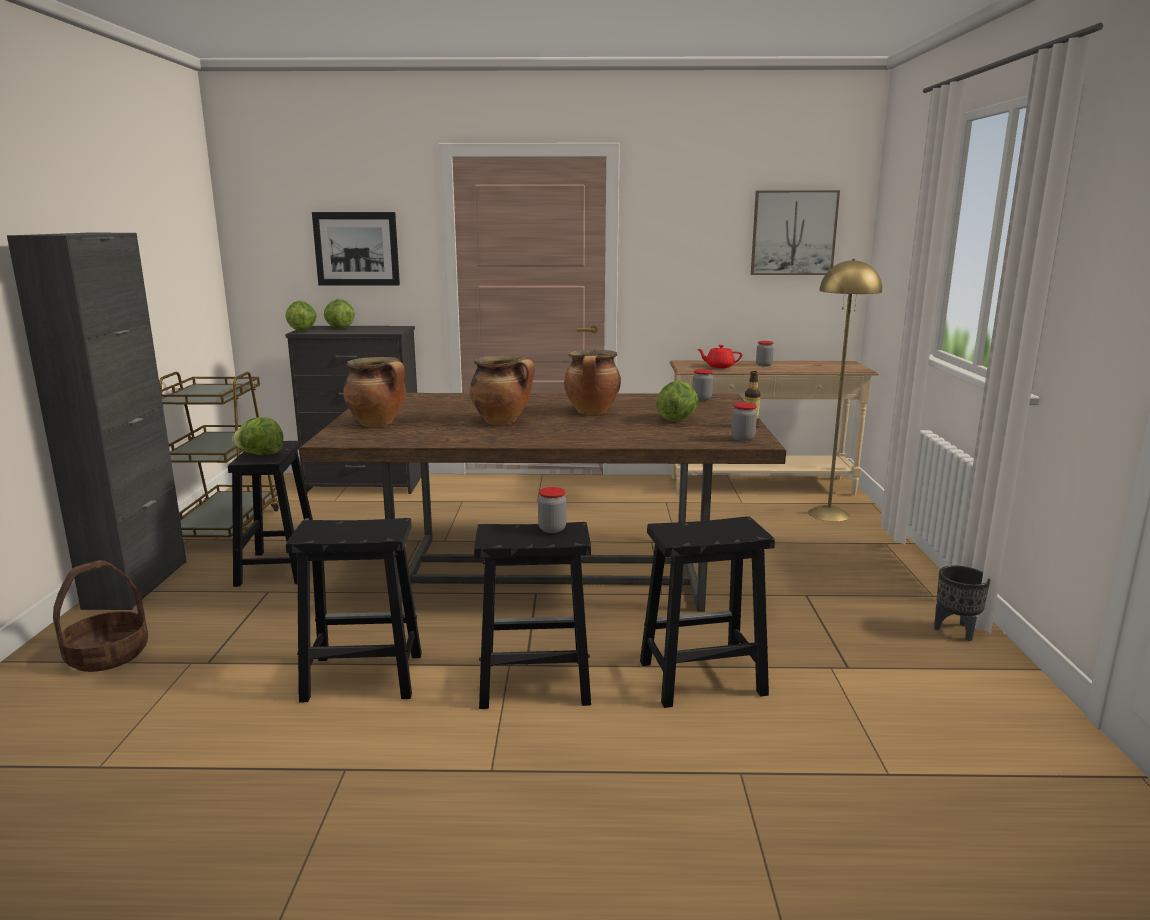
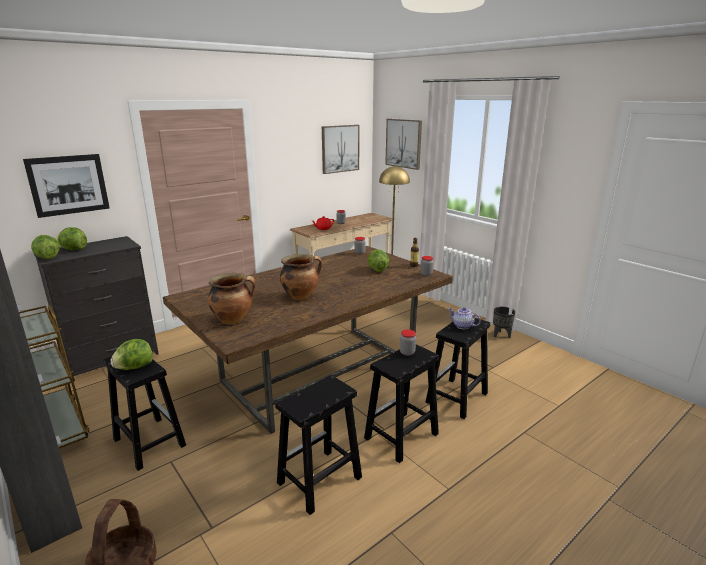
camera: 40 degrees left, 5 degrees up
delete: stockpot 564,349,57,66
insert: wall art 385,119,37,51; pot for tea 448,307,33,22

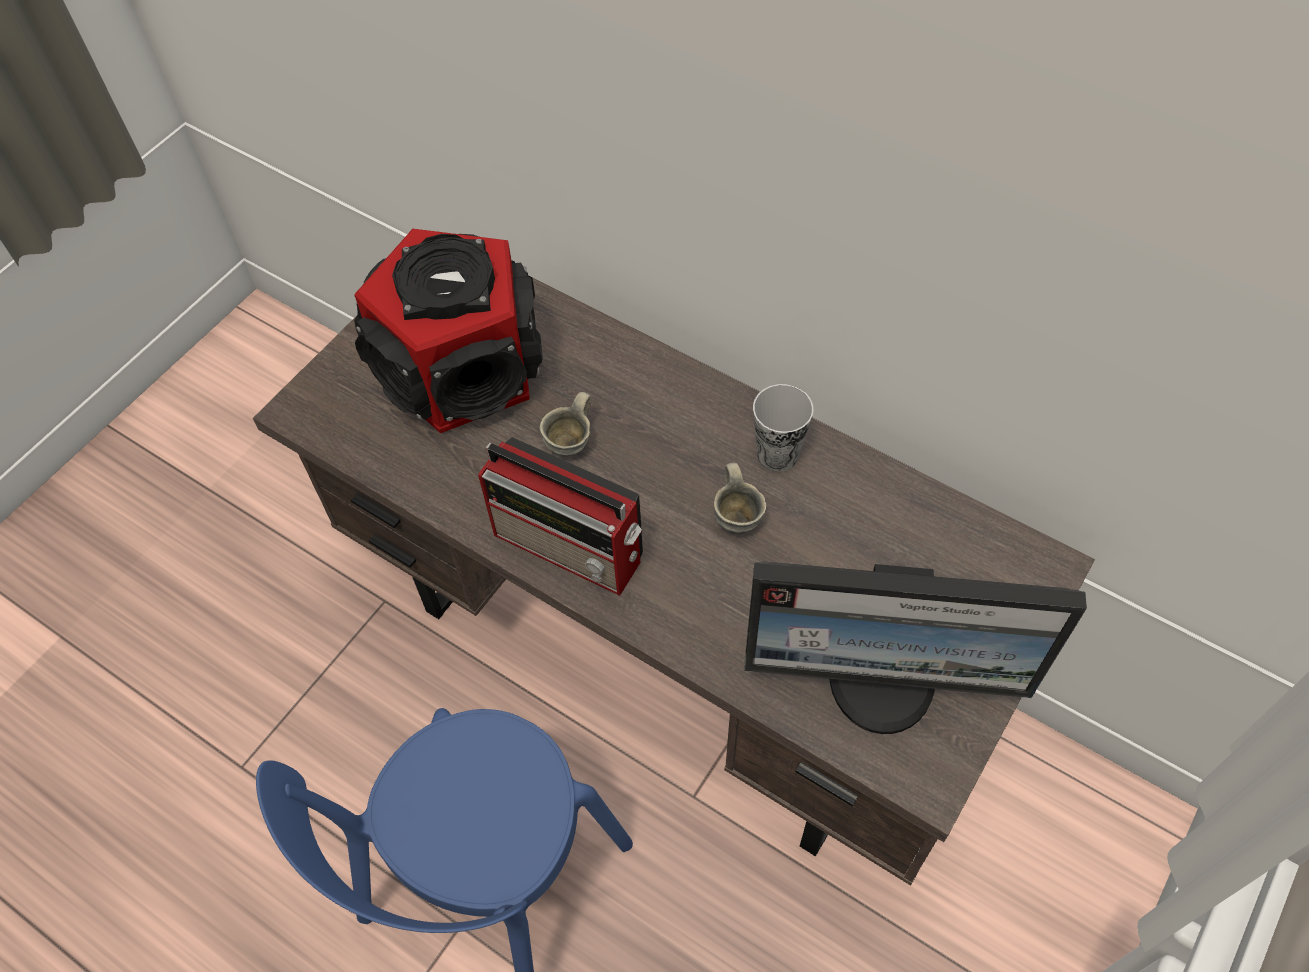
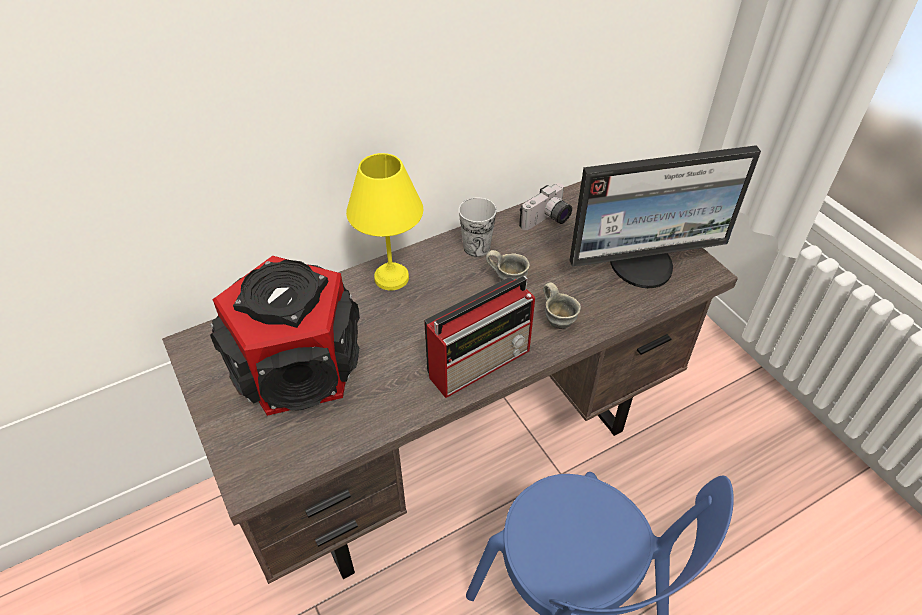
camera: 65 degrees left, 10 degrees down
insert: yellowish lamp for a table 346,153,77,138; photo camera 519,183,53,47
move: grey coffee mug 540,392,52,65 to 543,282,38,47
rotate: computer display 744,562,343,172 = 569,145,192,143 45 degrees clockwise

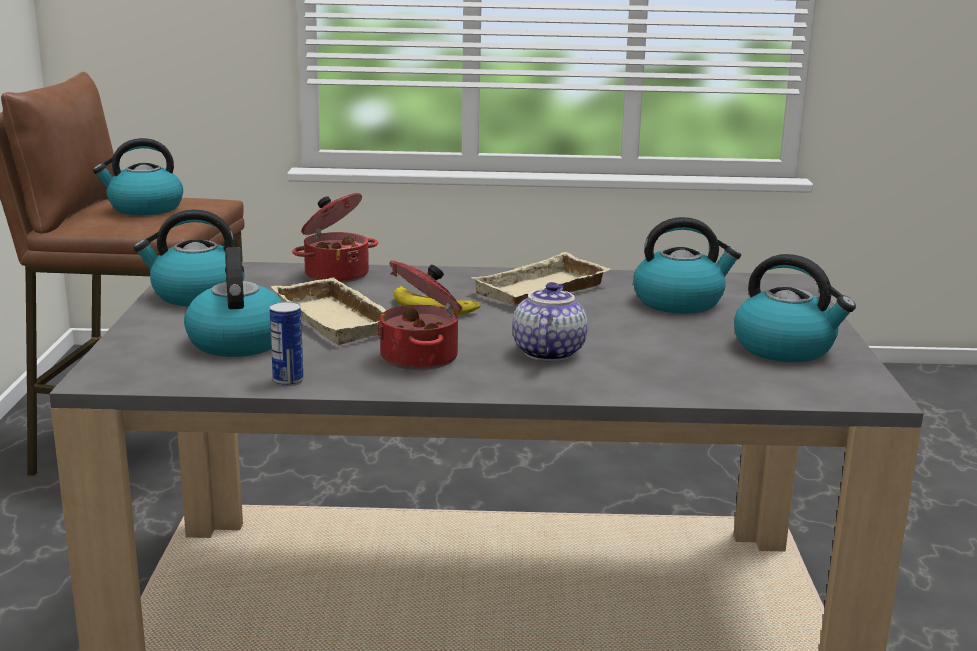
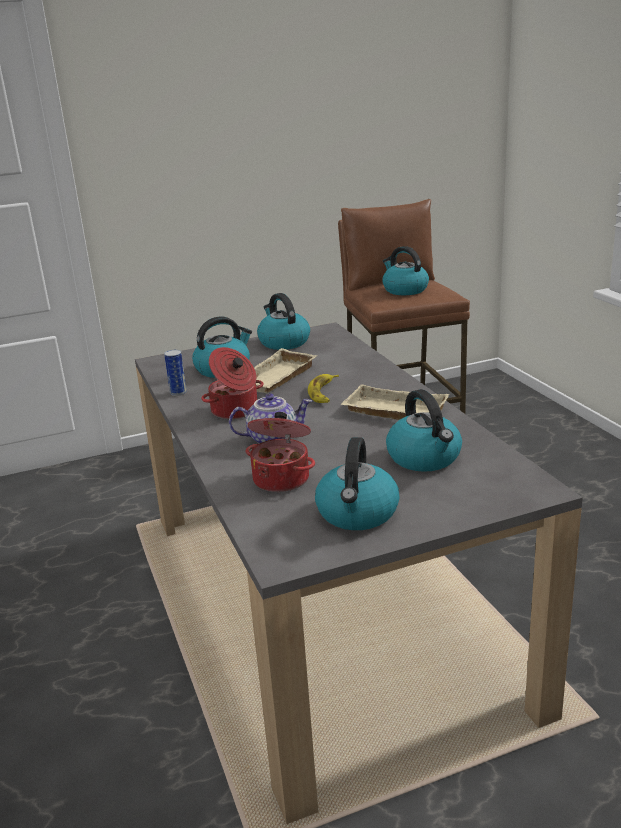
camera: 70 degrees right, 5 degrees up
move: stockpot 292,193,86,90 to 245,412,70,80

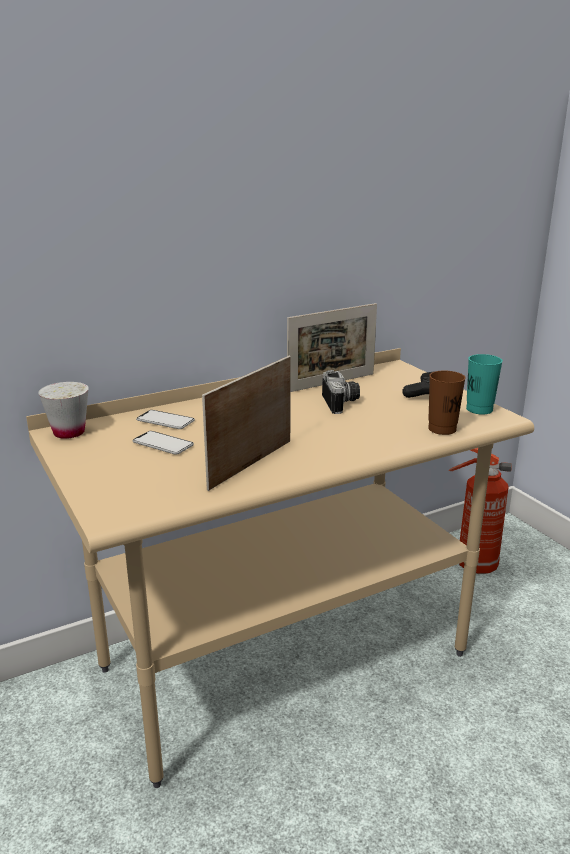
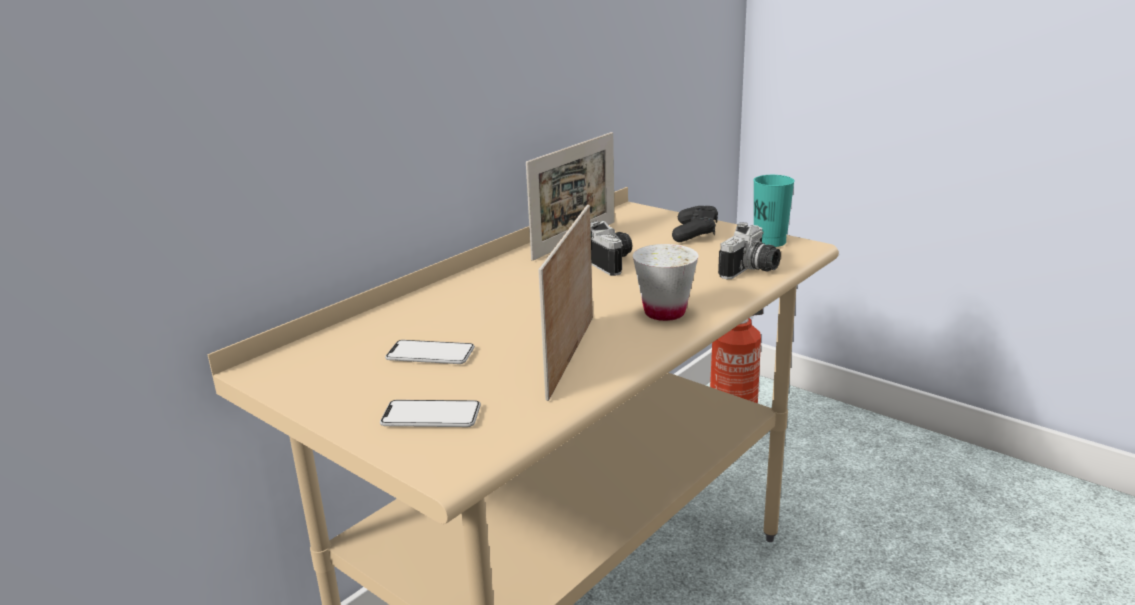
camera: 20 degrees left, 0 degrees up
move: handset 136,410,59,19 to 380,400,101,27; white-coloured small cup 38,382,51,57 to 633,244,65,77
replace: brownish small cup 428,370,38,65 to photo camera 718,222,63,57

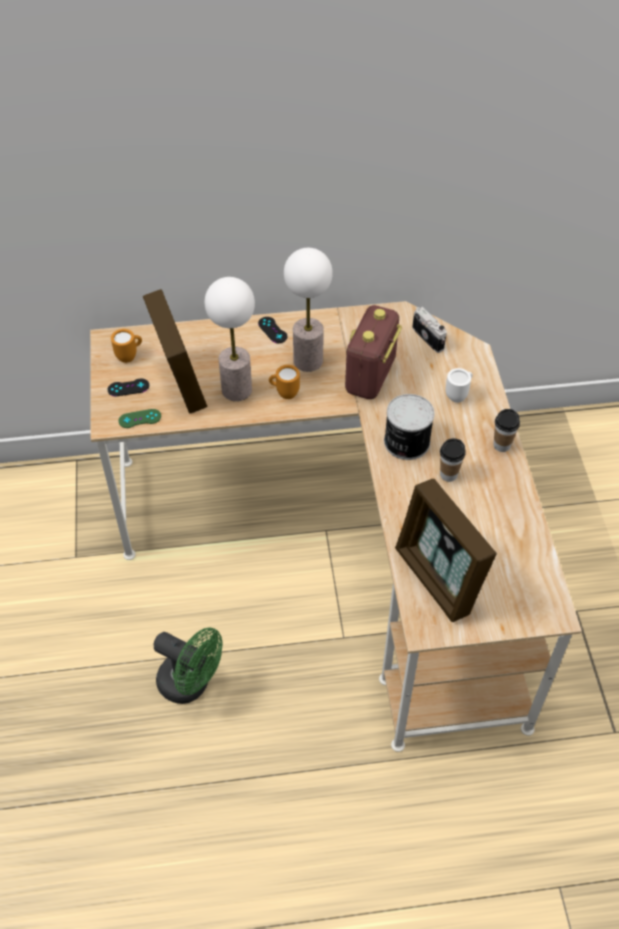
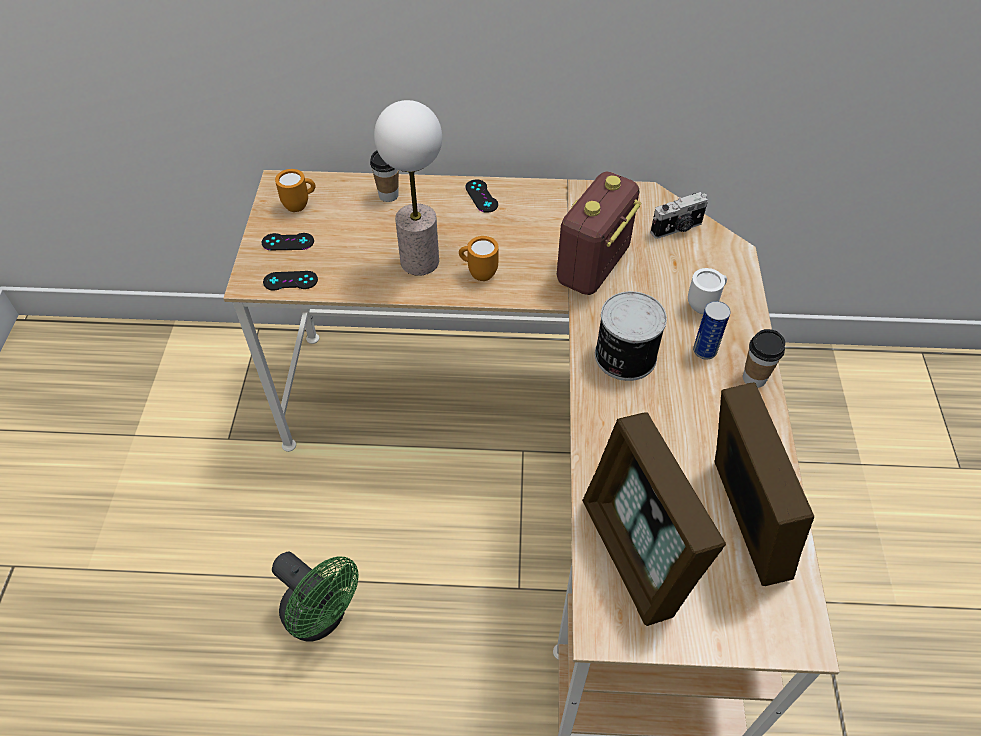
camera: 10 degrees right, 0 degrees up
delete: lamp for a table 284,248,49,124
insert: sealed can 693,301,38,59
move: small cup 440,438,26,44 to 370,151,29,51; photo frame 143,289,65,125 to 715,382,99,204
recolor: greenish game controller 119,409,42,19 to black-coloured game controller 263,271,55,20
rotate: photo camera 412,307,35,46 = 650,192,58,47 90 degrees clockwise

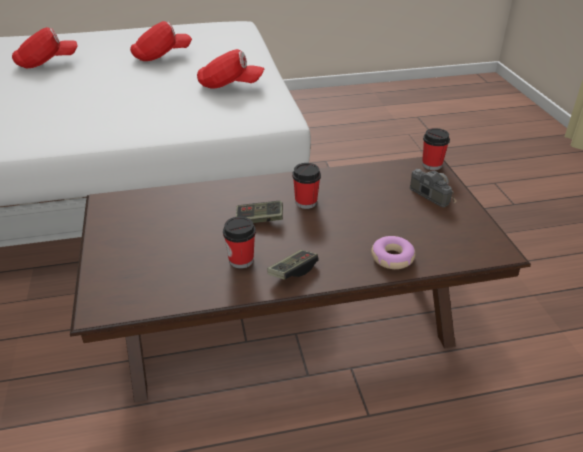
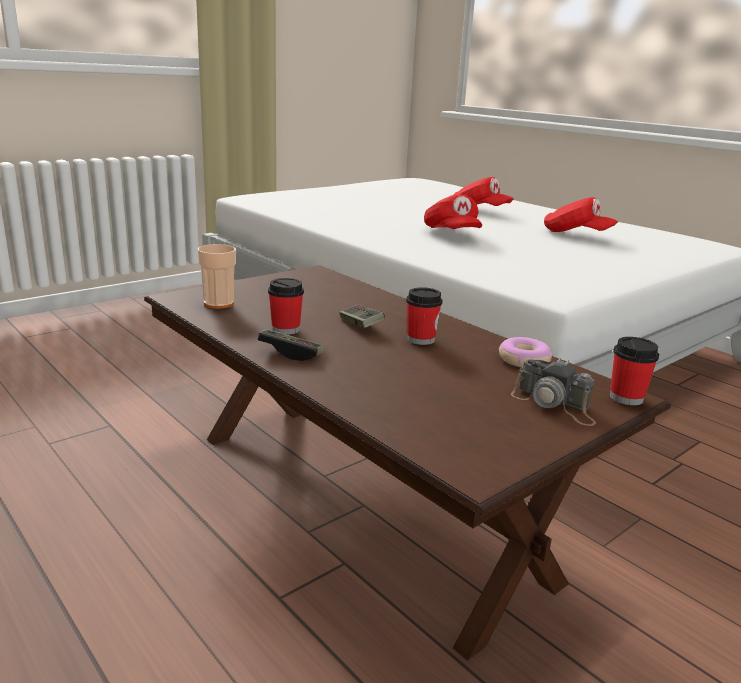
camera: 60 degrees right, 15 degrees down
insert: small cup 198,244,38,65
move: reddish baseball cap 197,49,68,40 to 424,195,58,34; doughnut 371,236,44,33 to 498,337,54,31
rotate: photo camera 409,169,48,38 = 511,358,85,68 105 degrees clockwise

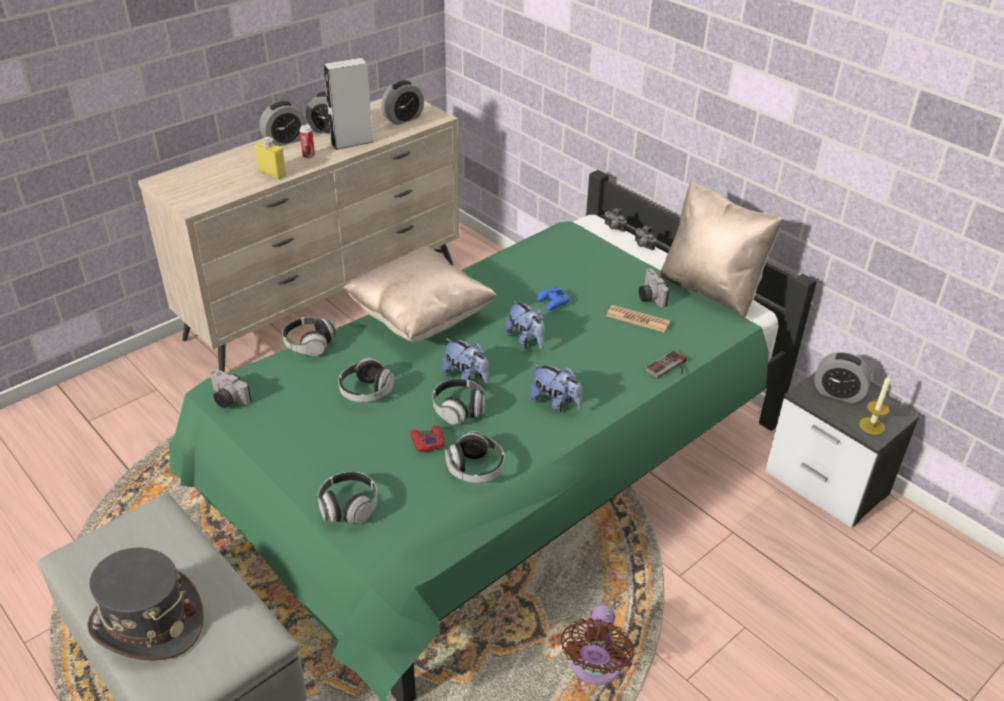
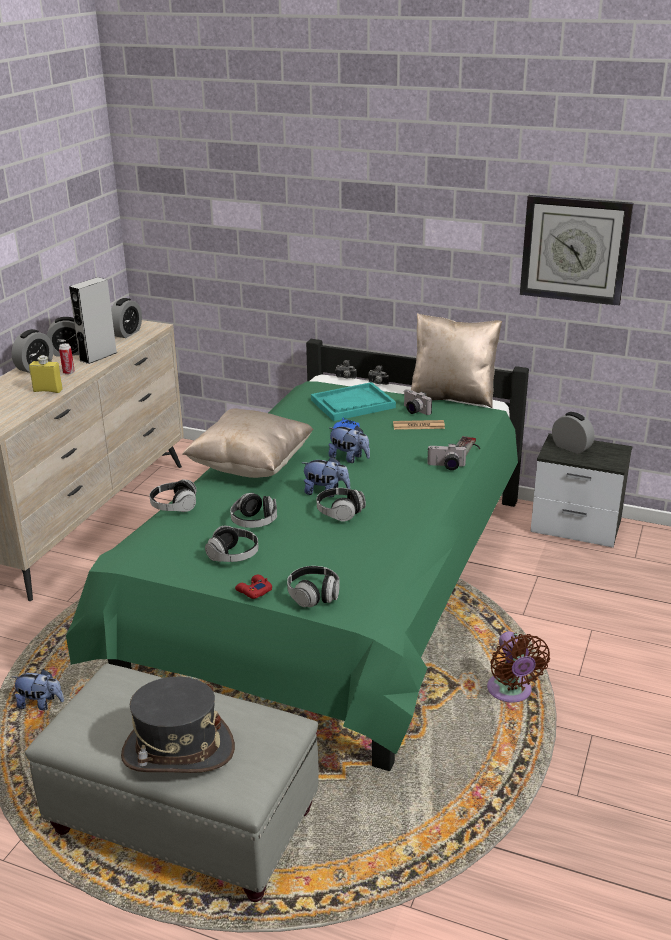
camera: 25 degrees left, 10 degrees down
delete: wax light 859,376,32,59
insert: turquoise-coloured serving tray 311,382,85,39; wall clock 520,195,114,111
move: plush toy 530,364,52,48 to 13,669,51,41; pair of headphones 445,431,59,52 to 205,526,54,36; reddish game controller 410,426,35,26 to 235,575,37,24; photo camera 209,369,43,39 to 427,444,40,26
rotate: bedside clock 814,352,58,51 = 552,412,43,42 135 degrees counterclockwise

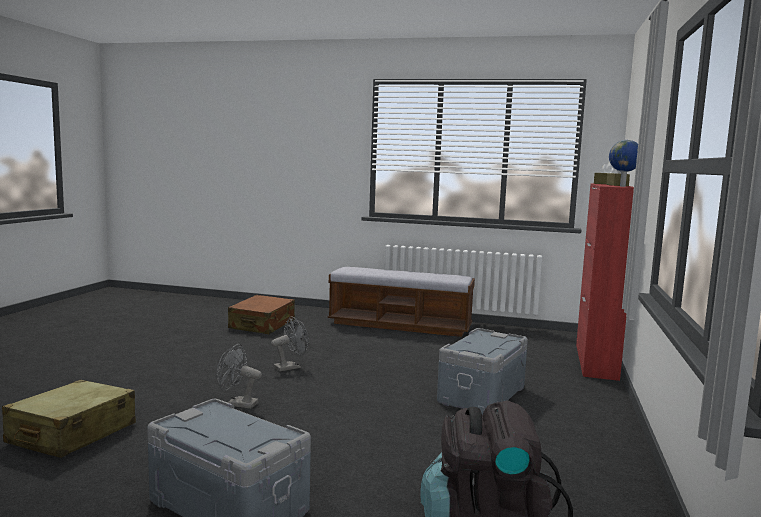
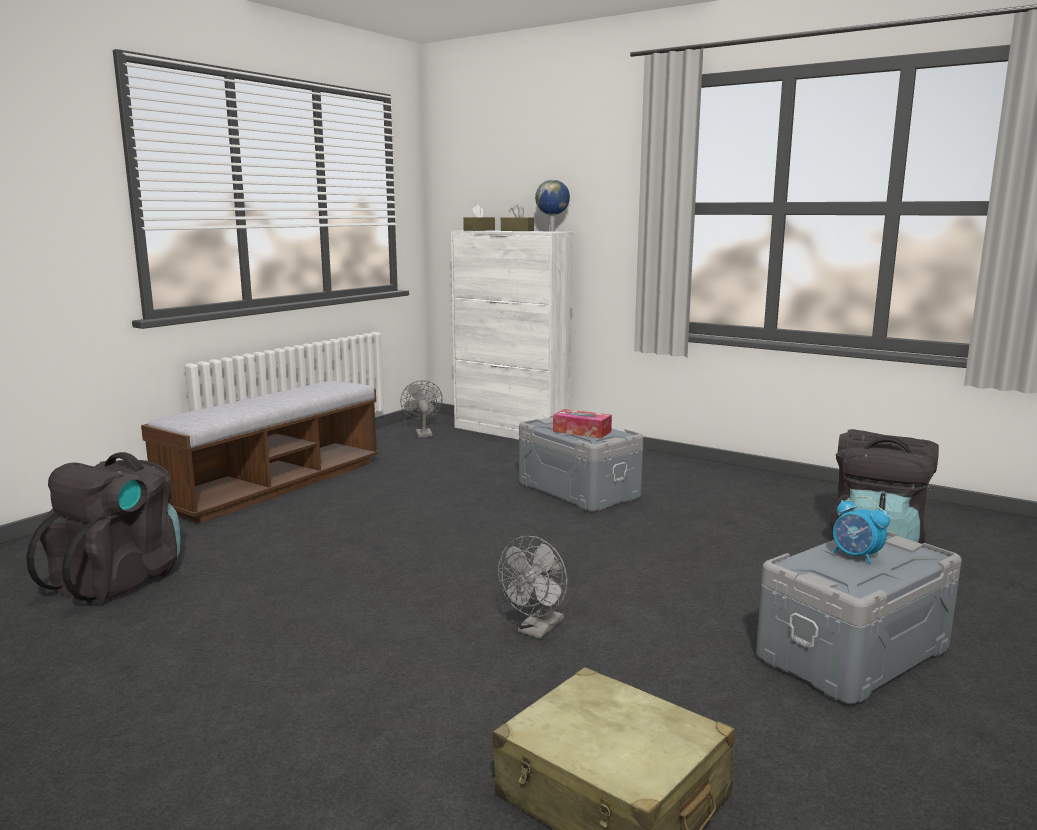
camera: 70 degrees left, 5 degrees up
insert: tissue box 553,409,59,29; bedside clock 833,496,57,69
move: grey electric fan 271,316,38,55 to 400,380,43,58
replace: brownish travel case 228,295,67,39 to black-coloured knapsack 26,452,154,153
recolor: reddish cupboard 576,184,58,197 to white-coloured cupboard 451,231,122,209

